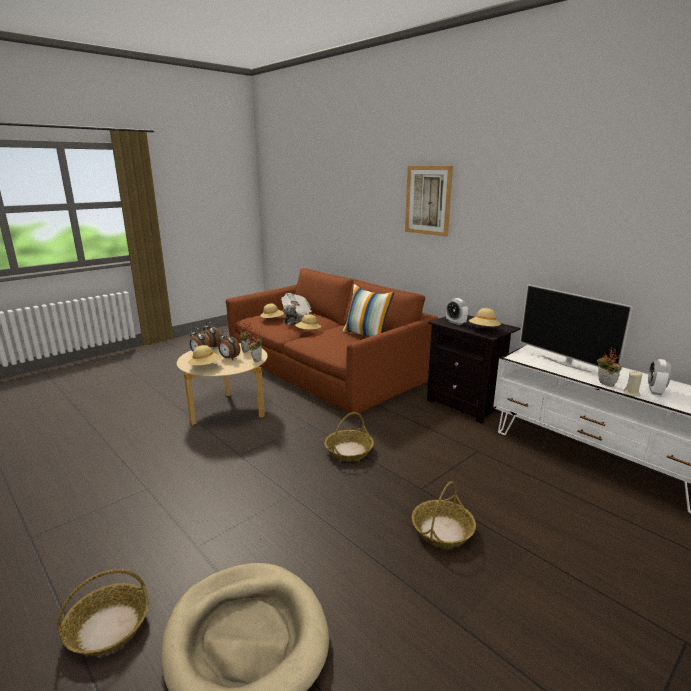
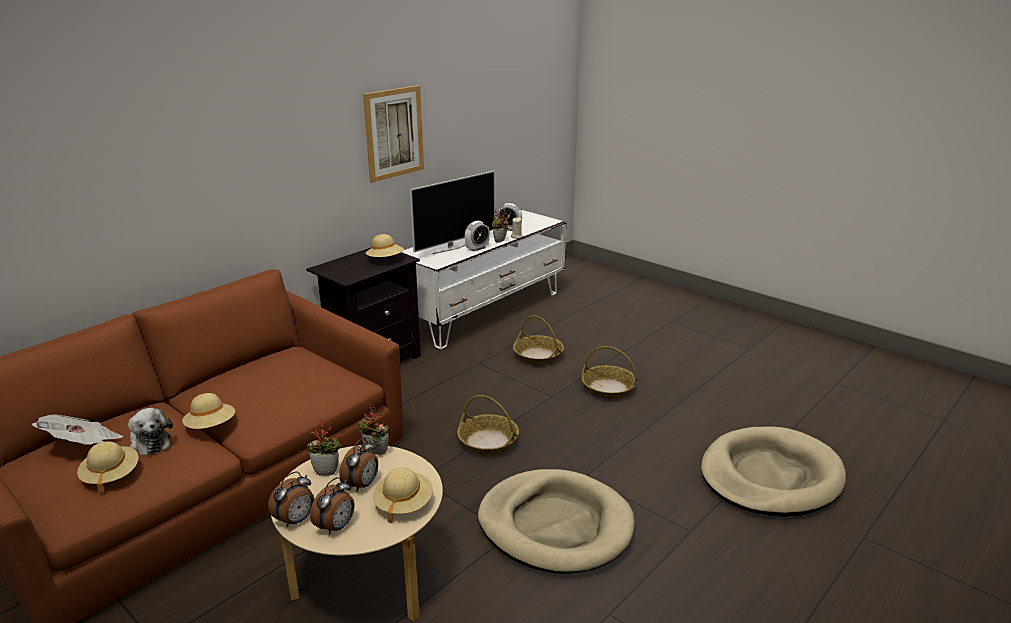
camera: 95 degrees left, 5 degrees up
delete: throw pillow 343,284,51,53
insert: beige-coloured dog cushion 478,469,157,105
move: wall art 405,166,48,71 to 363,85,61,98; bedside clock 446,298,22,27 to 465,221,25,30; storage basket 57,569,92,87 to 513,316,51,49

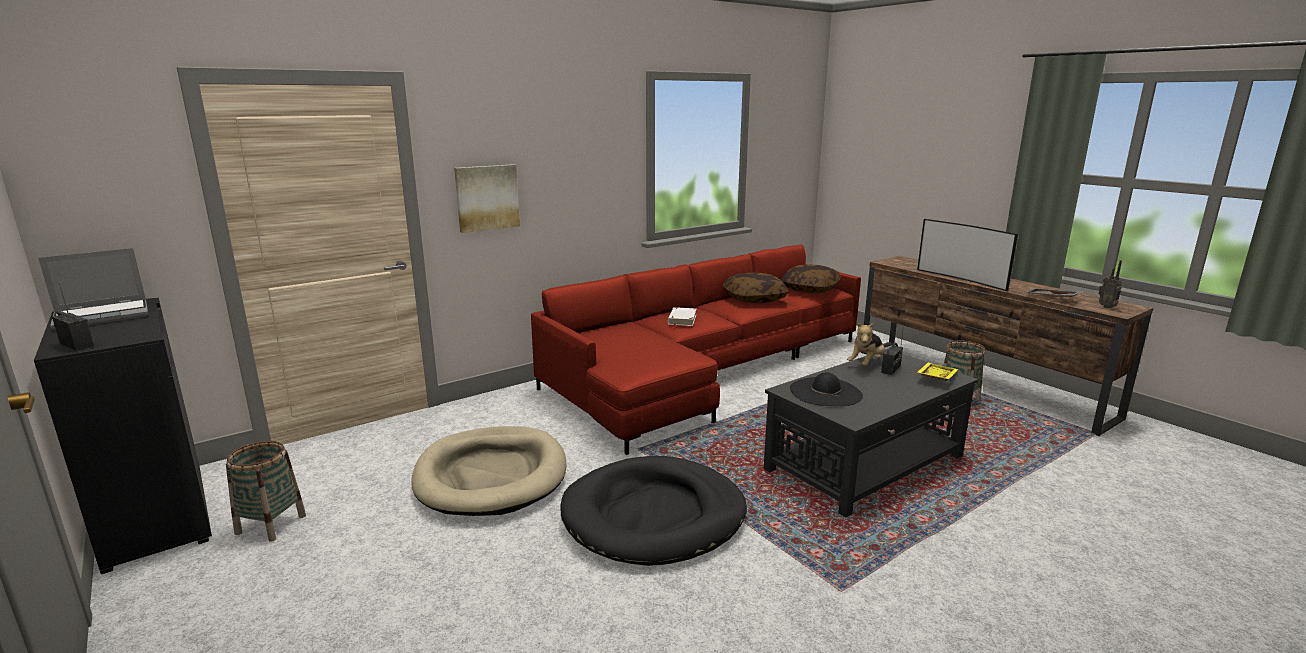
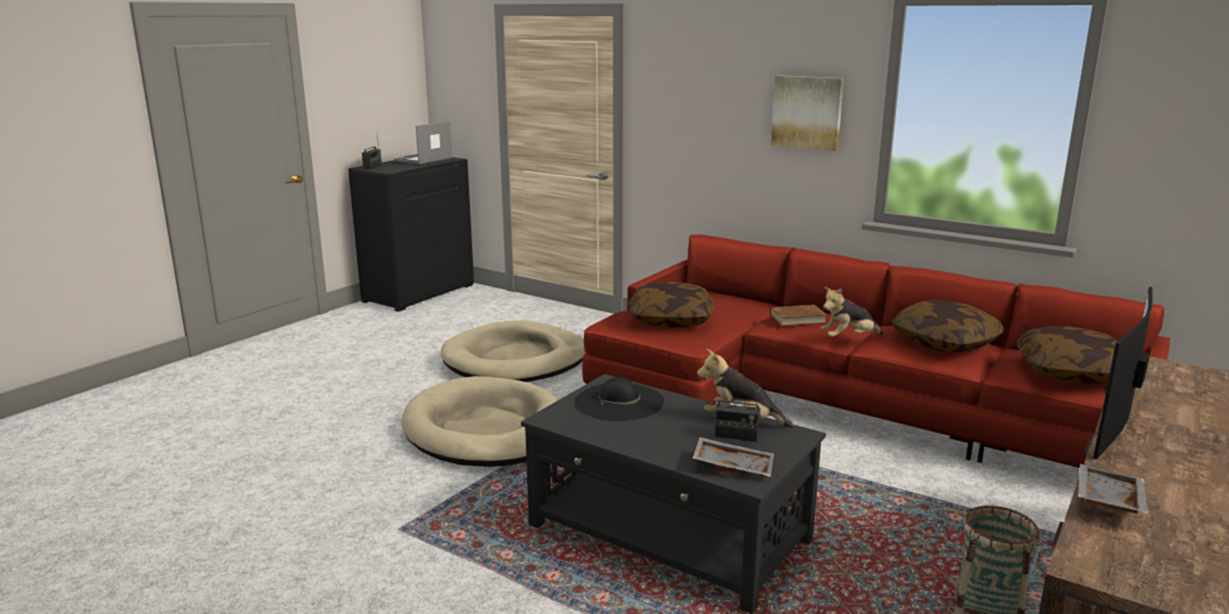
camera: 70 degrees right, 0 degrees up
delete: storage basket 226,441,80,101; radio set 1098,260,24,48
insert: throw pillow 629,282,85,46; plush toy 821,287,63,50
move: wall art 454,164,66,69 to 771,75,73,76
recolor: black-coloured dog cushion 560,456,187,110 to beige-coloured dog cushion 402,376,157,91; yellowish serving tray 918,363,40,18 to grey serving tray 693,437,81,40; white-coloured volume 668,307,28,20 to brownish volume 765,305,62,21
rotate: notebook computer 38,248,110,82 = 394,121,58,44 90 degrees clockwise

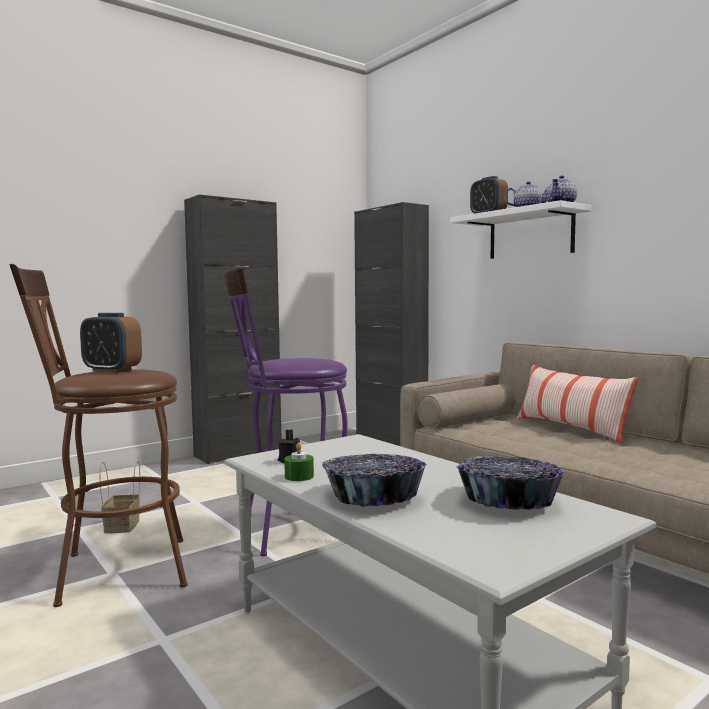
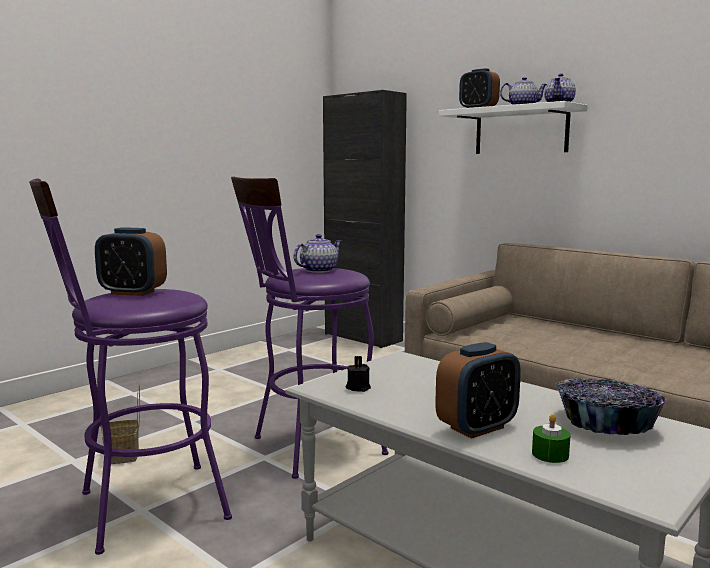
camera: 10 degrees left, 5 degrees up
delete: black-coloured cupboard 184,194,98,270; throw pillow 517,365,121,78
insert: pot for tea 294,234,48,39
move: greenish wax light 284,442,30,39 to 532,414,38,49
replace: deep dish 322,454,105,53 to bedside clock 435,342,86,97
recolor: brownish sitting stool 9,264,179,343 to purplish sitting stool 29,178,203,377

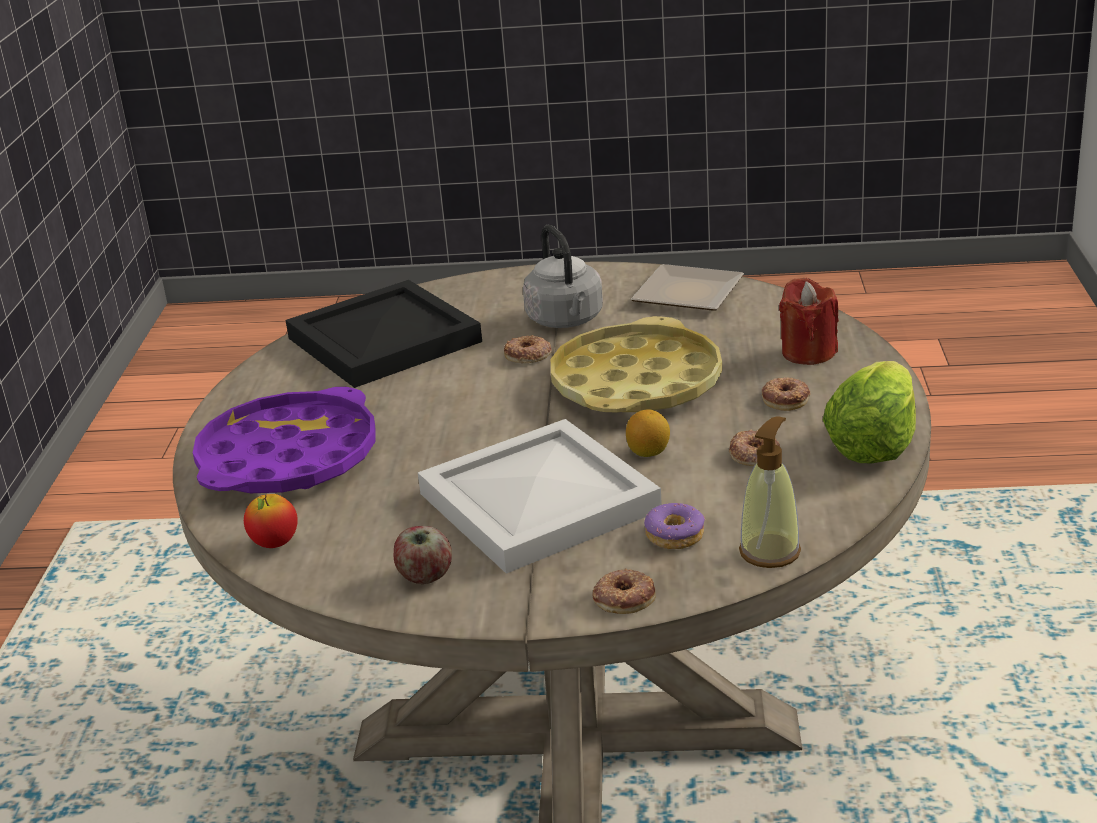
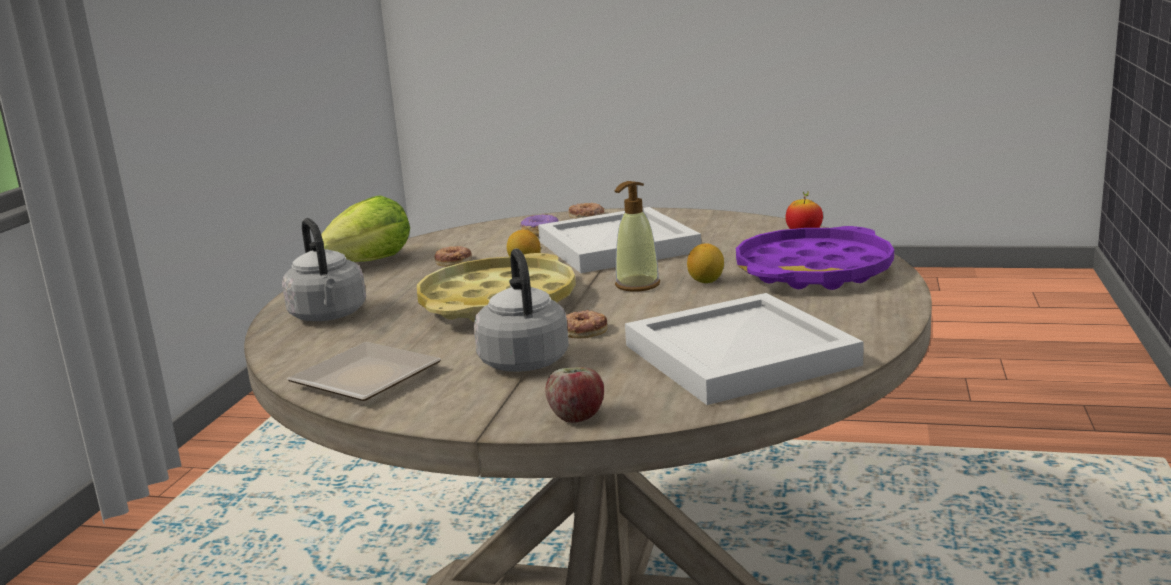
camera: 170 degrees left, 10 degrees down
delete: doughnut 762,377,49,34
insert: lemon 687,243,37,40
move: apple 394,526,58,58 to 545,367,59,56; soap dispenser 739,417,62,151 to 615,181,45,111
replace: reddish wax light 779,278,60,87 to grey tea kettle 282,218,84,103
recolor: black-coloured serving tray 286,280,196,108 to white-coloured serving tray 625,293,239,112

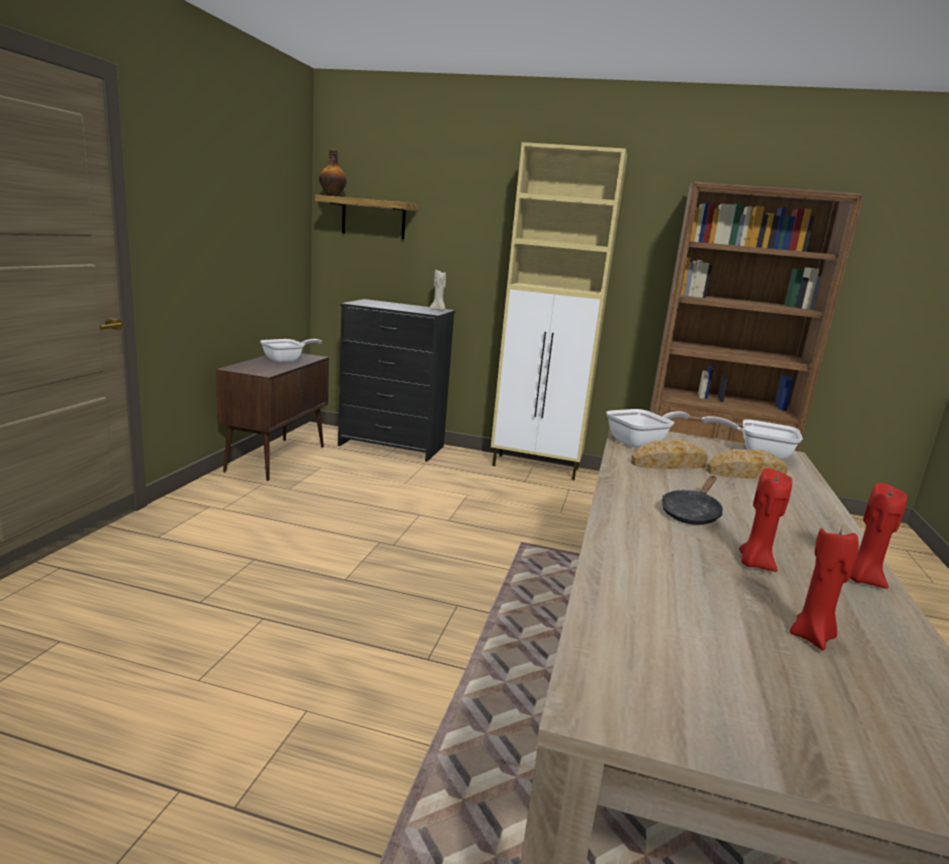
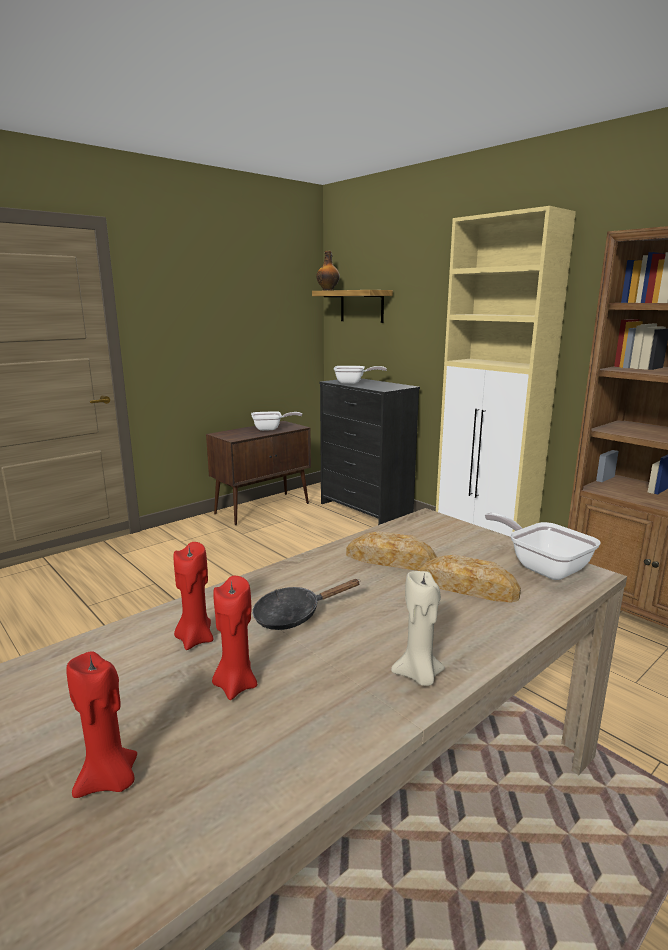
camera: 35 degrees right, 0 degrees up
move: reddish wax light 850,483,57,106 to 173,542,40,108; pan 606,409,84,39 to 334,366,53,18; beige-coloured wax light 430,270,16,41 to 391,571,54,115

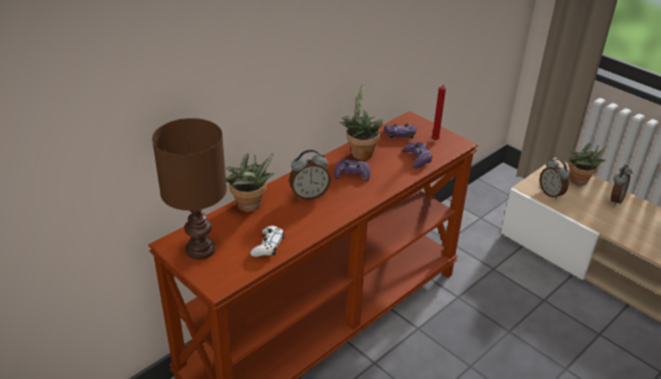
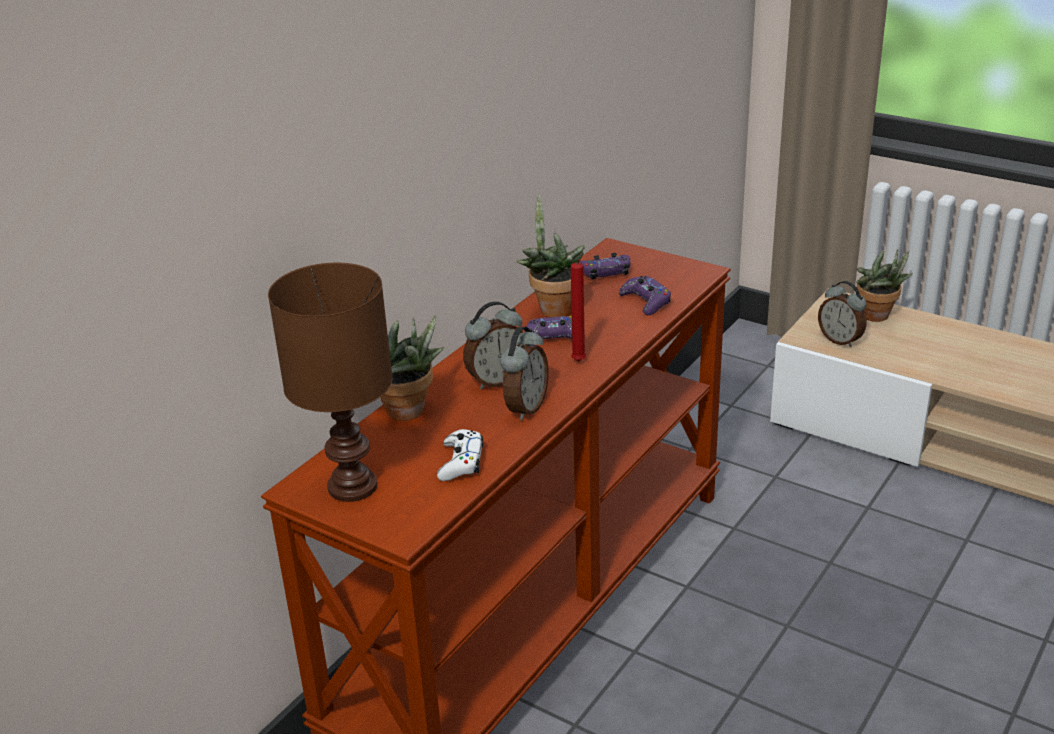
camera: 10 degrees left, 5 degrees down
move: bedside clock 611,165,21,40 to 500,326,49,94; reddish wax light 432,85,14,56 to 571,259,15,102

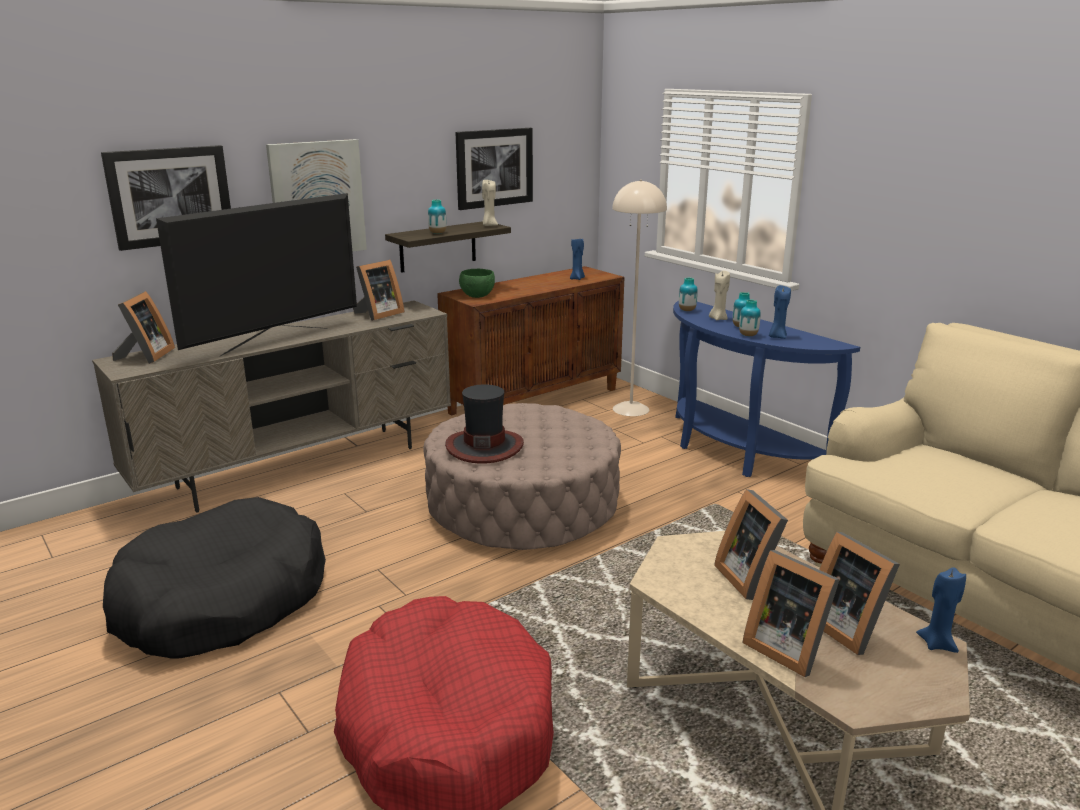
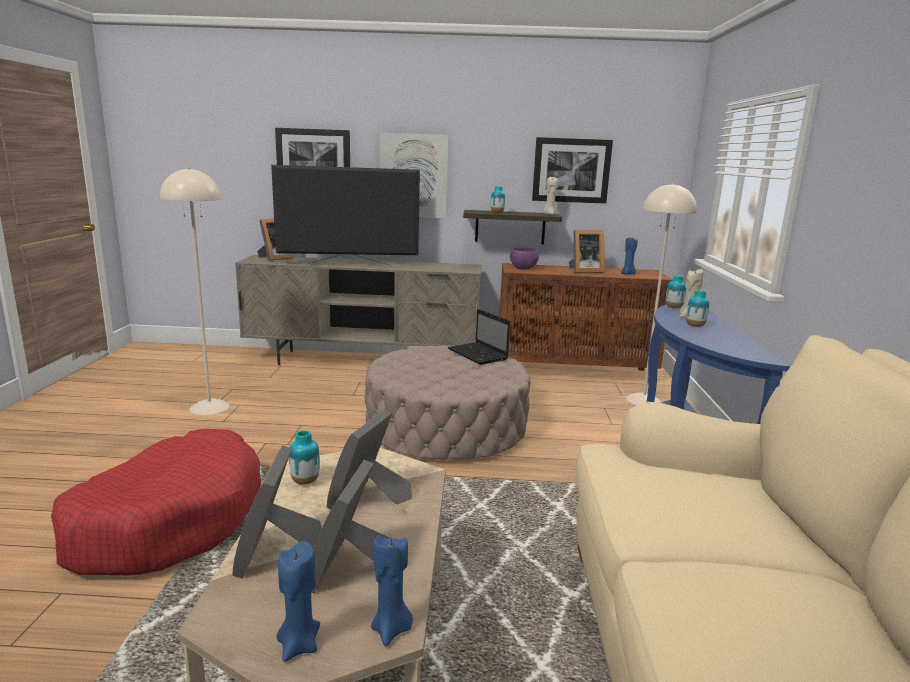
camera: 40 degrees right, 5 degrees down
delete: clothing hat 445,384,79,80
insert: notebook computer 447,309,63,56
move: bluish wax light 769,285,22,54 to 276,541,44,121; decorative vase 739,300,22,36 to 289,430,31,55; photo frame 353,260,52,61 to 569,230,36,43
replace: black-coloured dog cushion 103,497,223,162 to beige-coloured standing lamp 160,167,70,248
recolor: greenish deep dish 459,269,36,29 to purplish deep dish 510,247,29,23

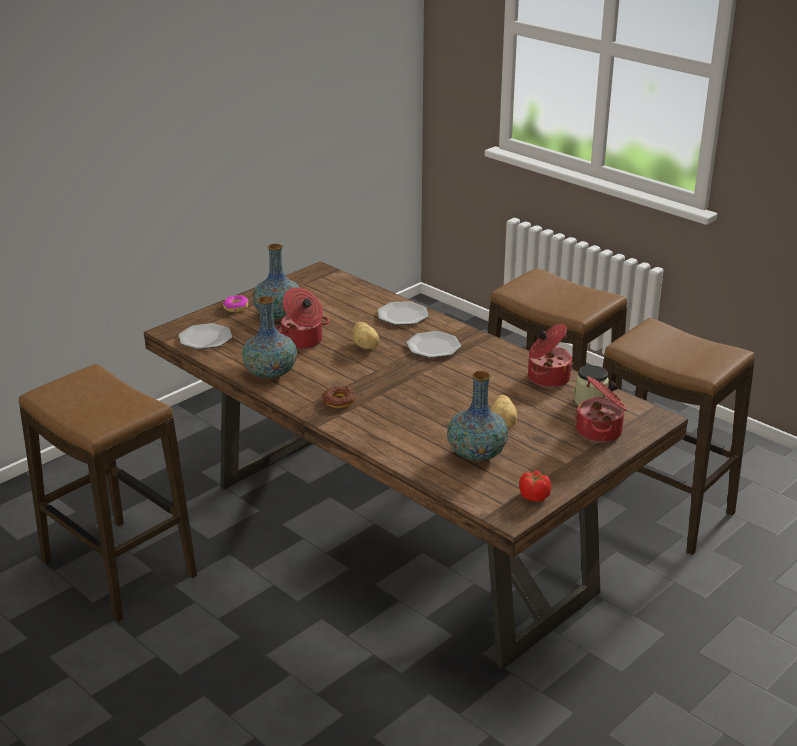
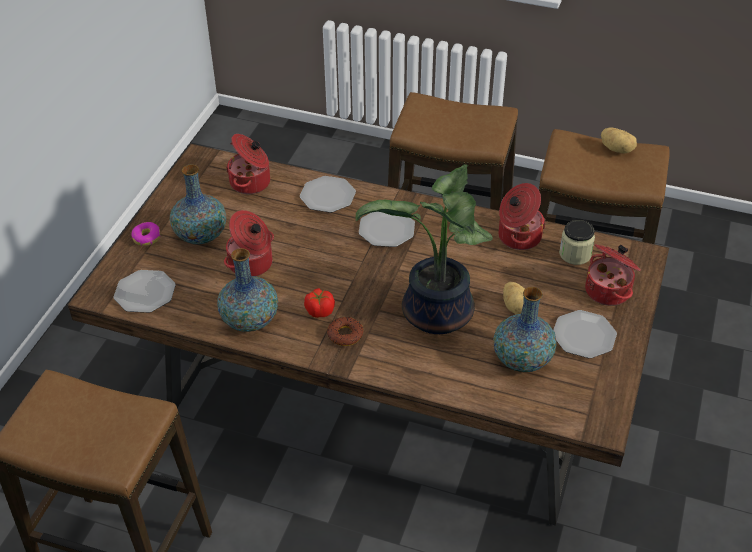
camera: 25 degrees left, 15 degrees up
insert: stockpot 226,134,44,60; potted plant 356,164,137,170; dinner plate 553,310,64,48
move: whole tomato 519,471,32,31 to 304,288,31,30; spud 353,322,26,27 to 601,127,36,26

